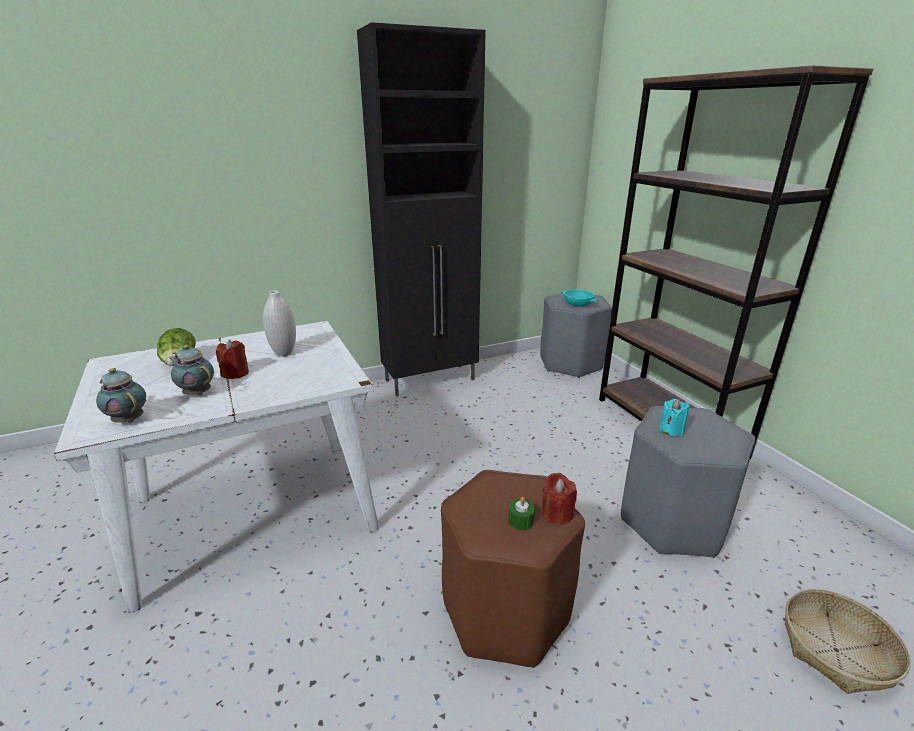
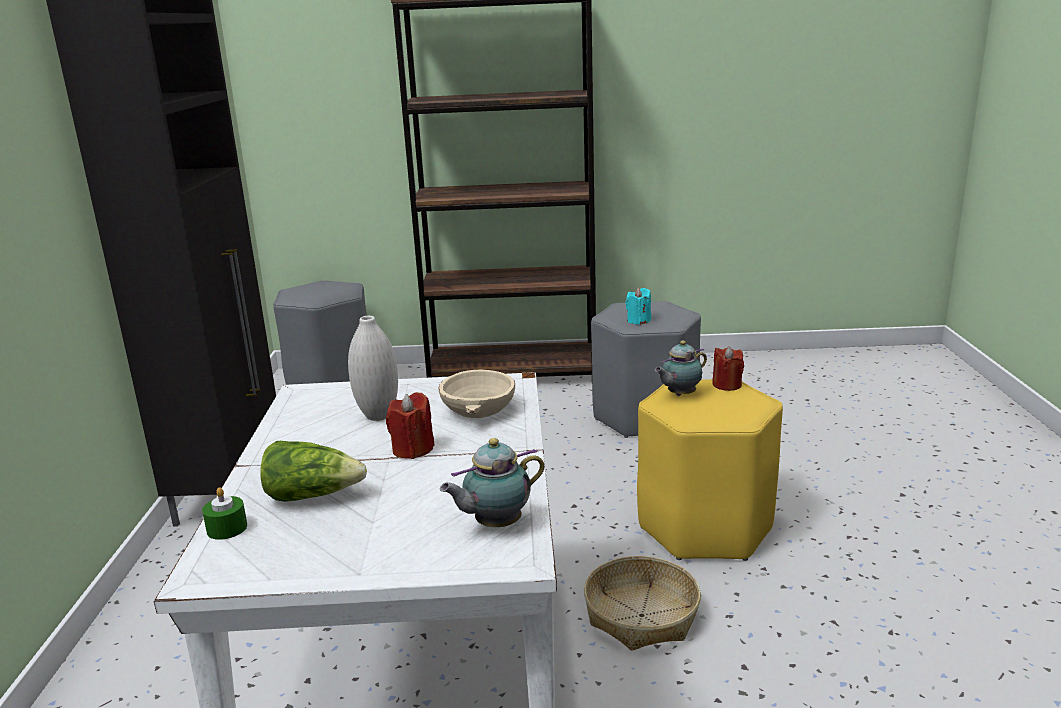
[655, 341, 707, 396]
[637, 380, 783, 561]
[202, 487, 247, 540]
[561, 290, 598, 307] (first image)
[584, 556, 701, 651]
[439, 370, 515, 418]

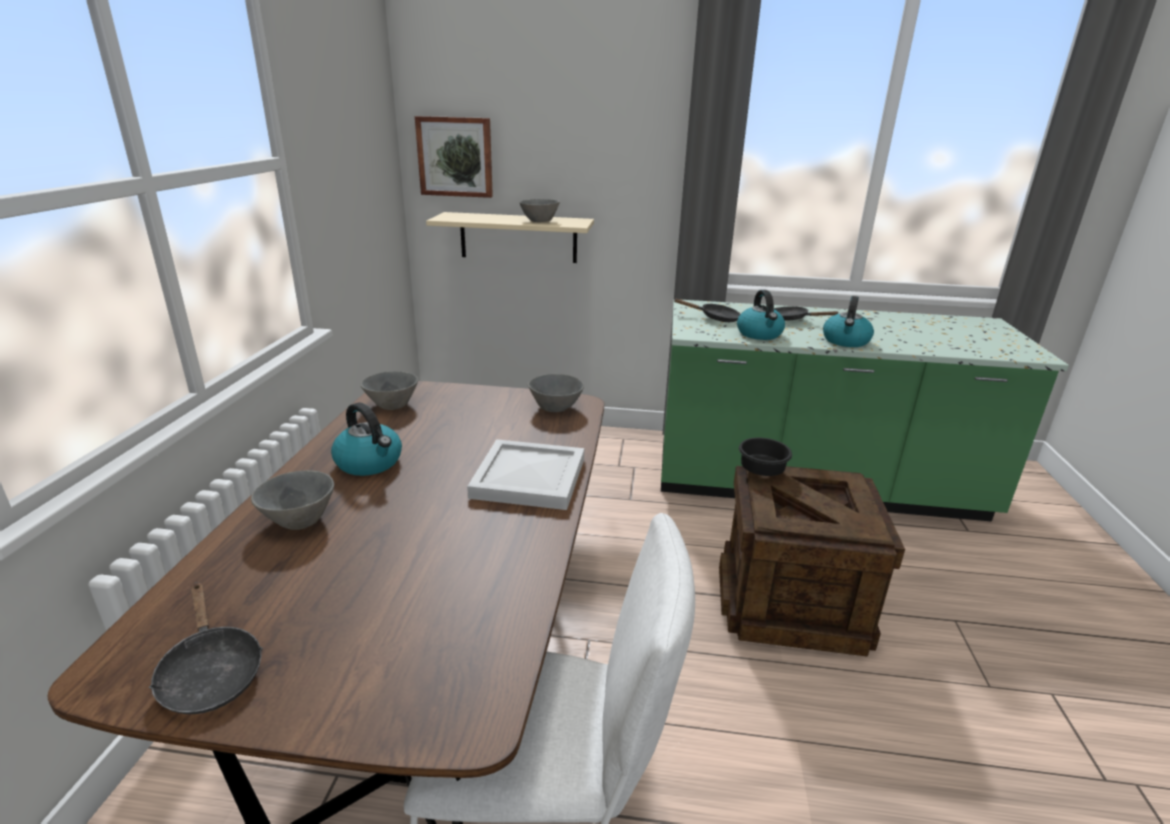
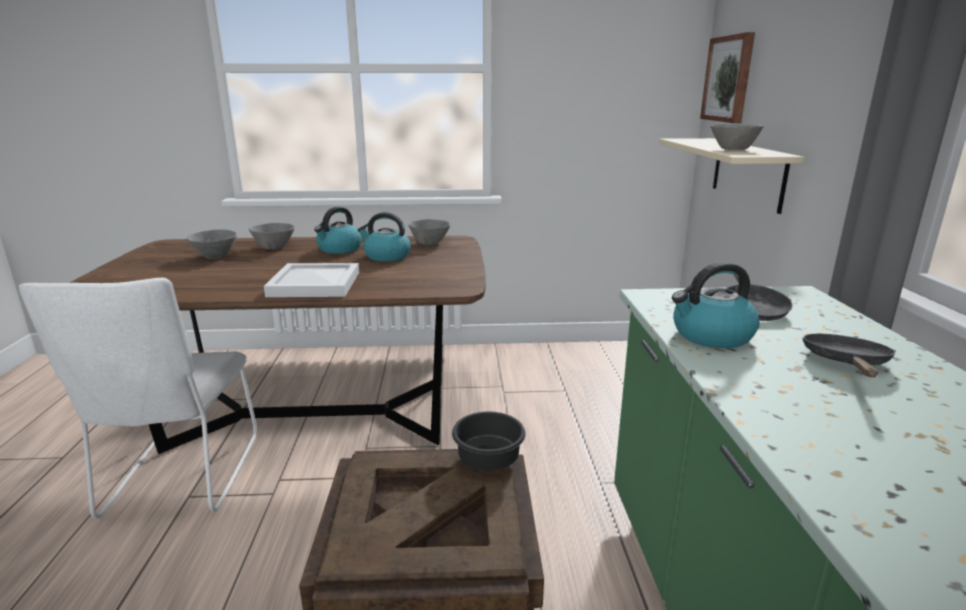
[149, 582, 263, 714] (first image)
[187, 230, 237, 259]
[358, 212, 411, 262]

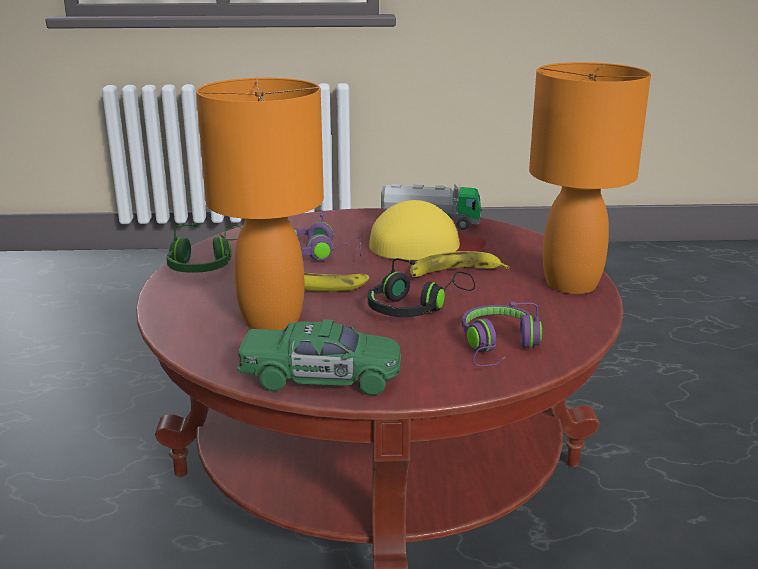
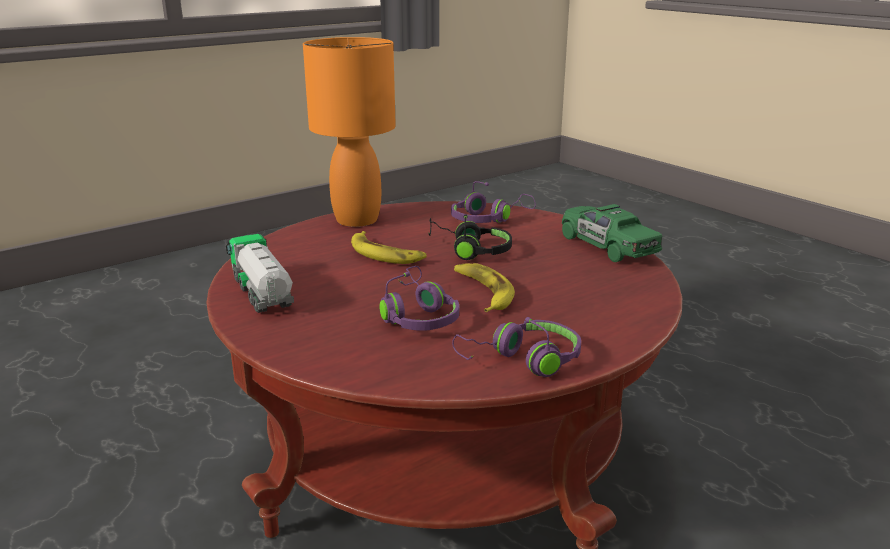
[452, 317, 581, 377]
[196, 78, 324, 330] (first image)
[369, 200, 486, 260] (first image)

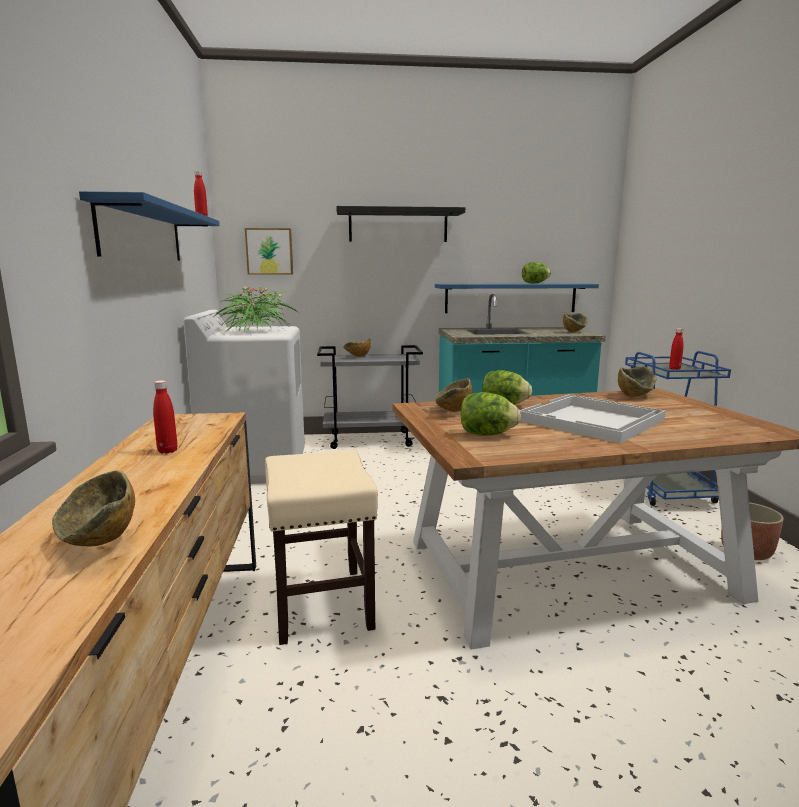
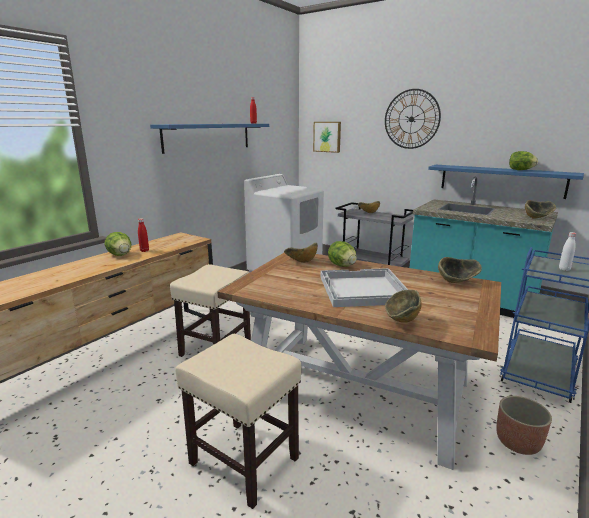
[385, 289, 422, 323]
[215, 286, 299, 333] (first image)
[385, 89, 441, 149]
[105, 232, 131, 256]
[559, 232, 576, 271]
[175, 334, 301, 509]

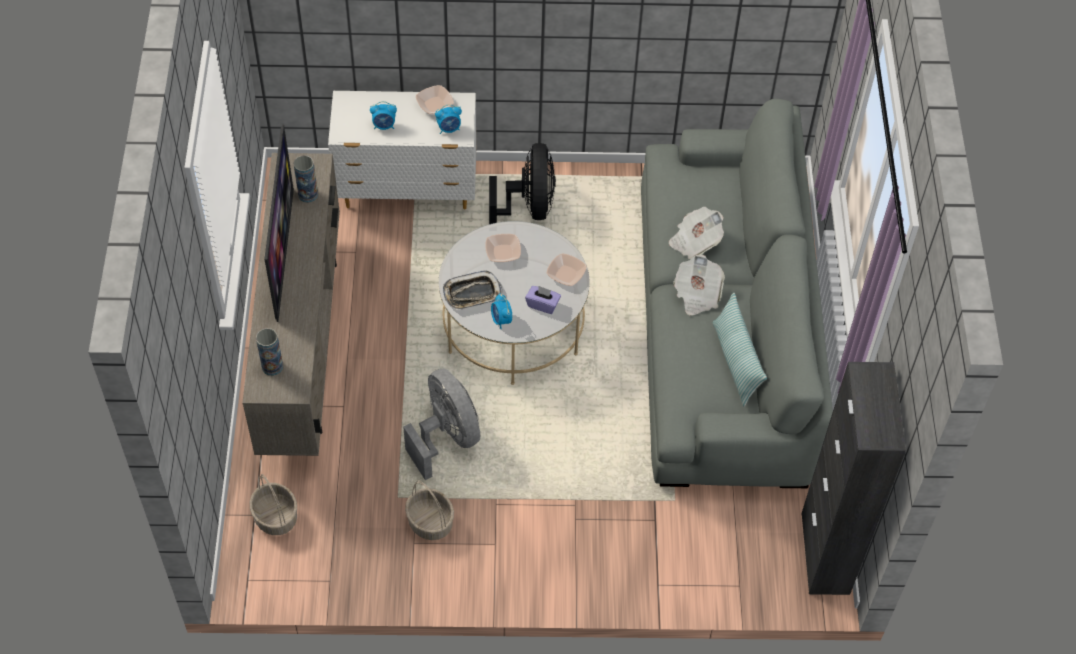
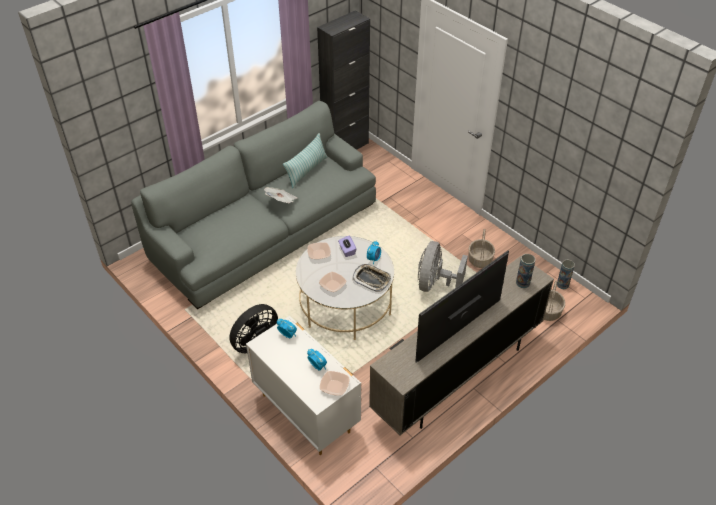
[557, 260, 575, 289]
[320, 371, 350, 396]
[669, 207, 724, 259] (first image)

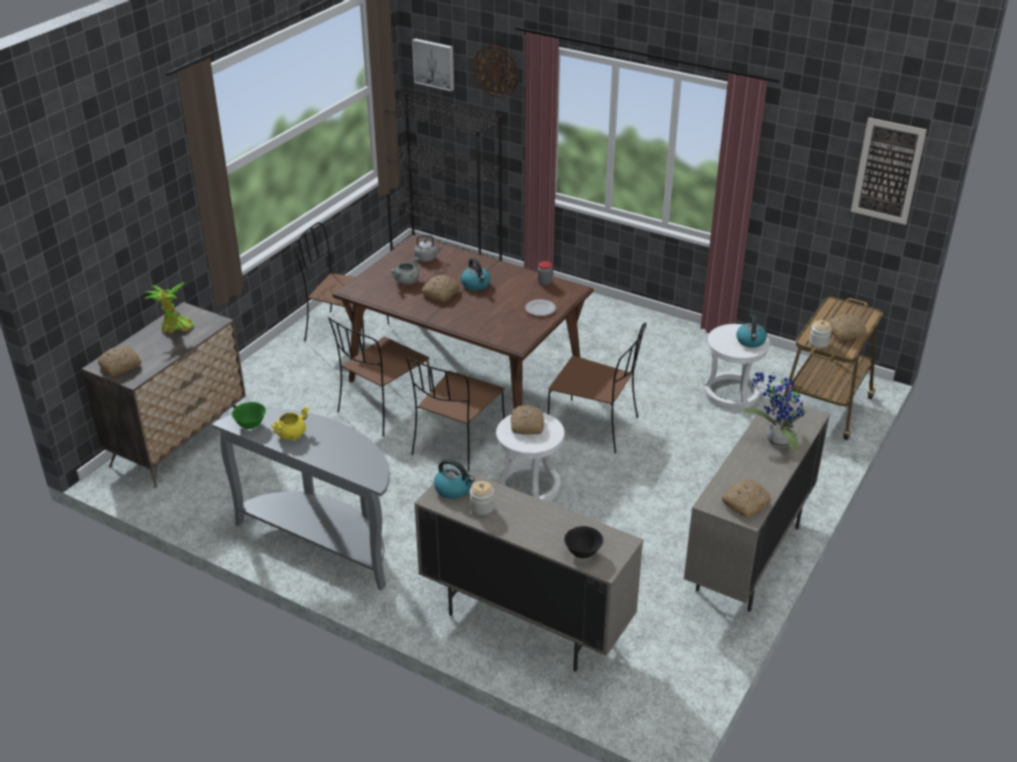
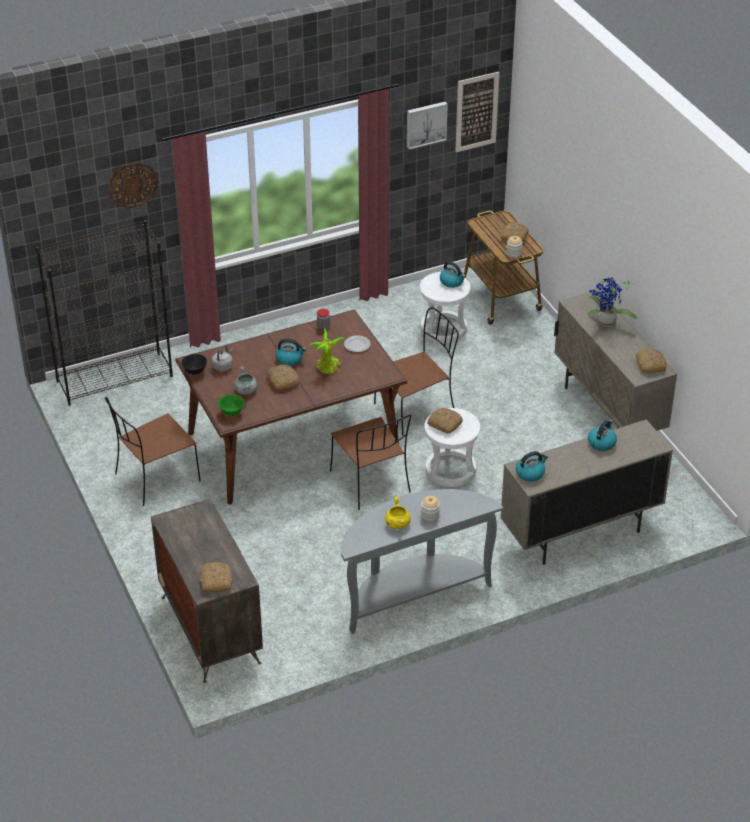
[308, 328, 345, 374]
[218, 394, 244, 416]
[328, 317, 432, 436] (first image)
[407, 102, 448, 149]
[421, 496, 440, 522]
[181, 354, 207, 375]
[588, 420, 617, 451]

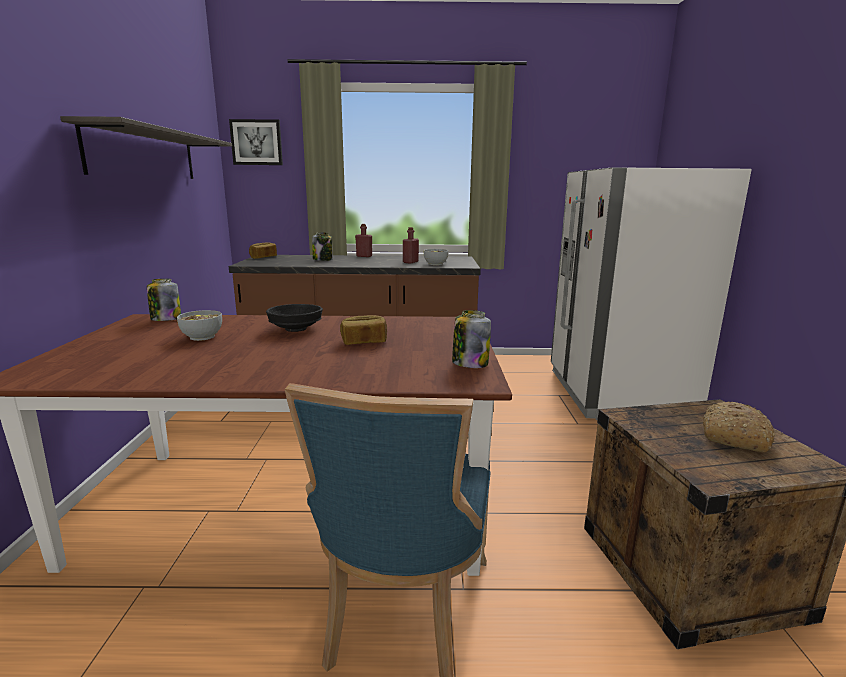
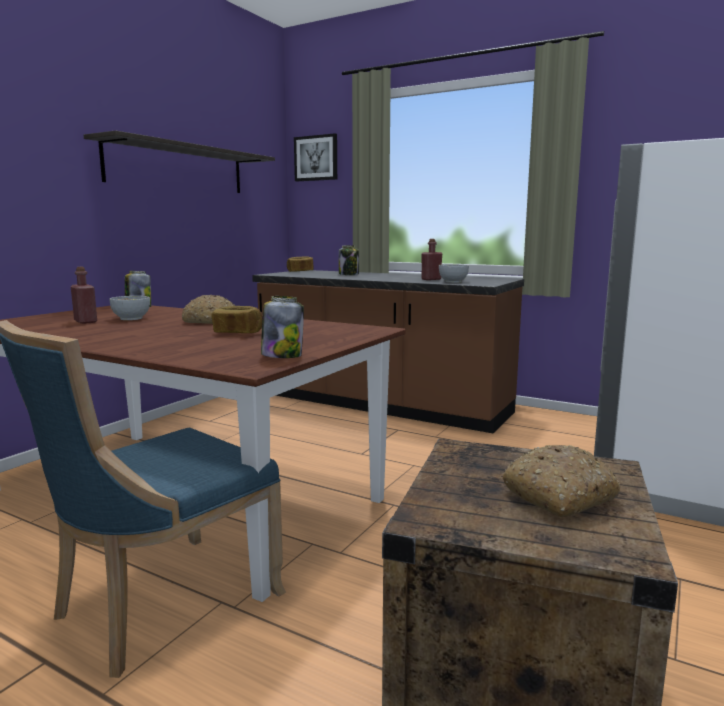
[182, 295, 235, 324]
[71, 267, 97, 324]

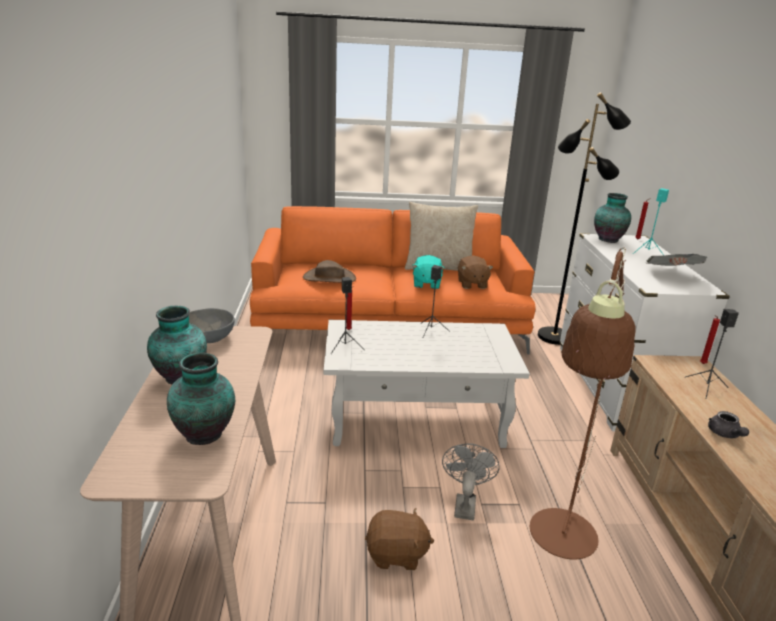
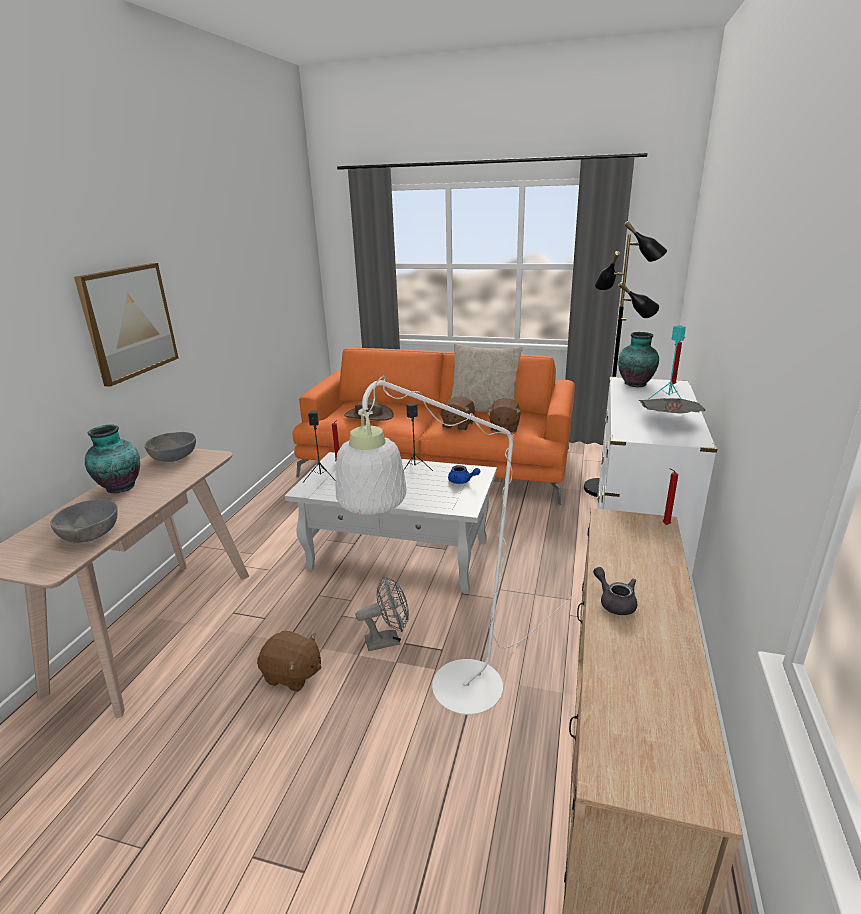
[51, 500, 118, 543]
[440, 396, 475, 431]
[355, 576, 409, 651]
[336, 376, 575, 715]
[685, 309, 739, 399] (first image)
[593, 567, 637, 615]
[74, 263, 178, 387]
[448, 465, 480, 484]

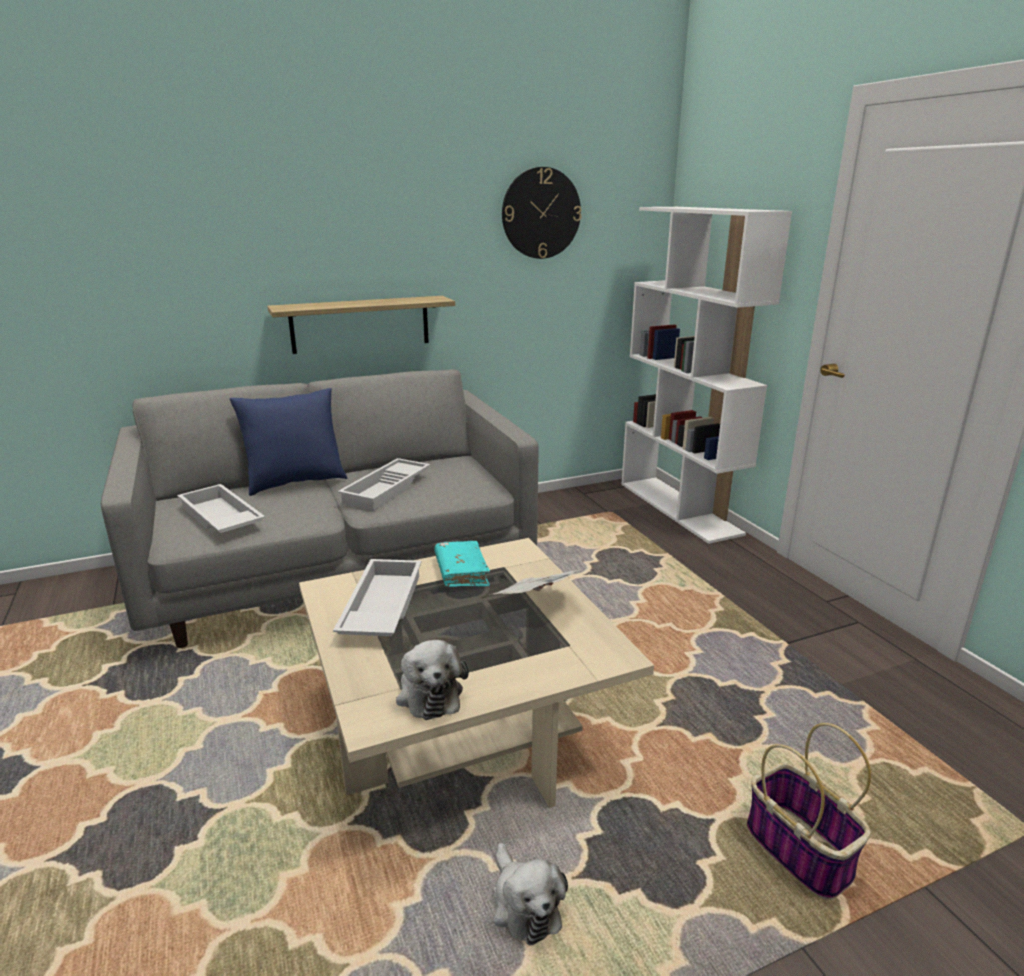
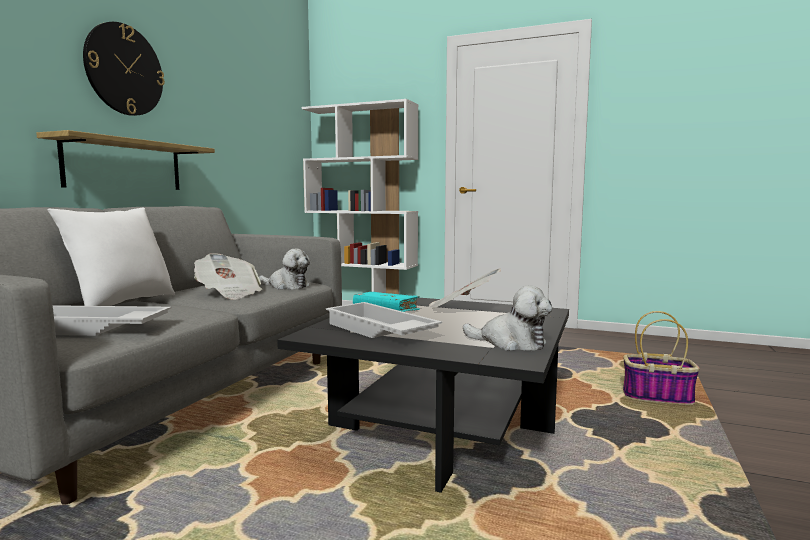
[47, 208, 175, 306]
[277, 298, 569, 493]
[194, 253, 262, 300]
[259, 249, 310, 290]
[83, 22, 165, 116]

